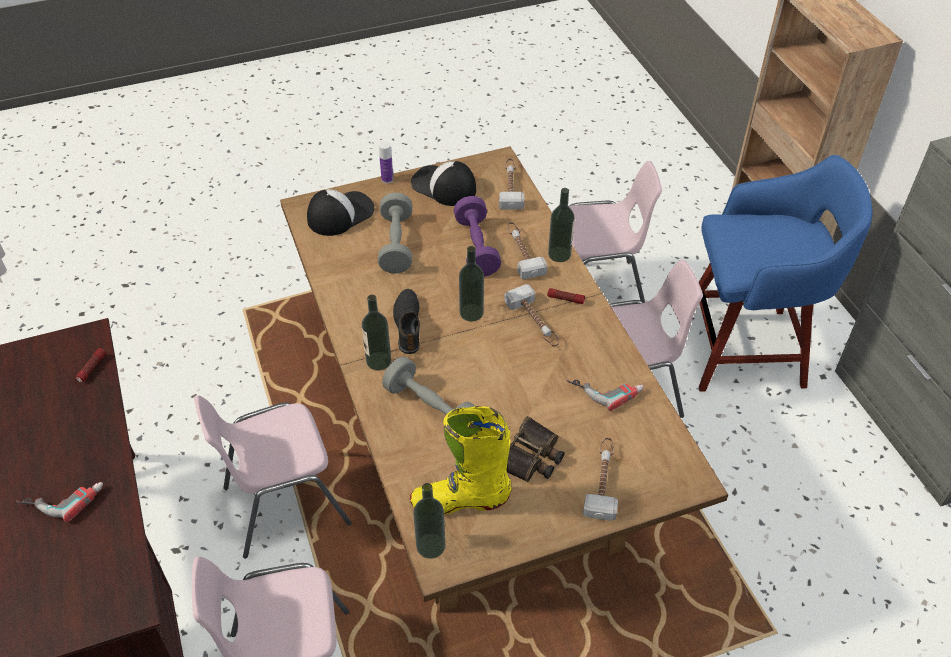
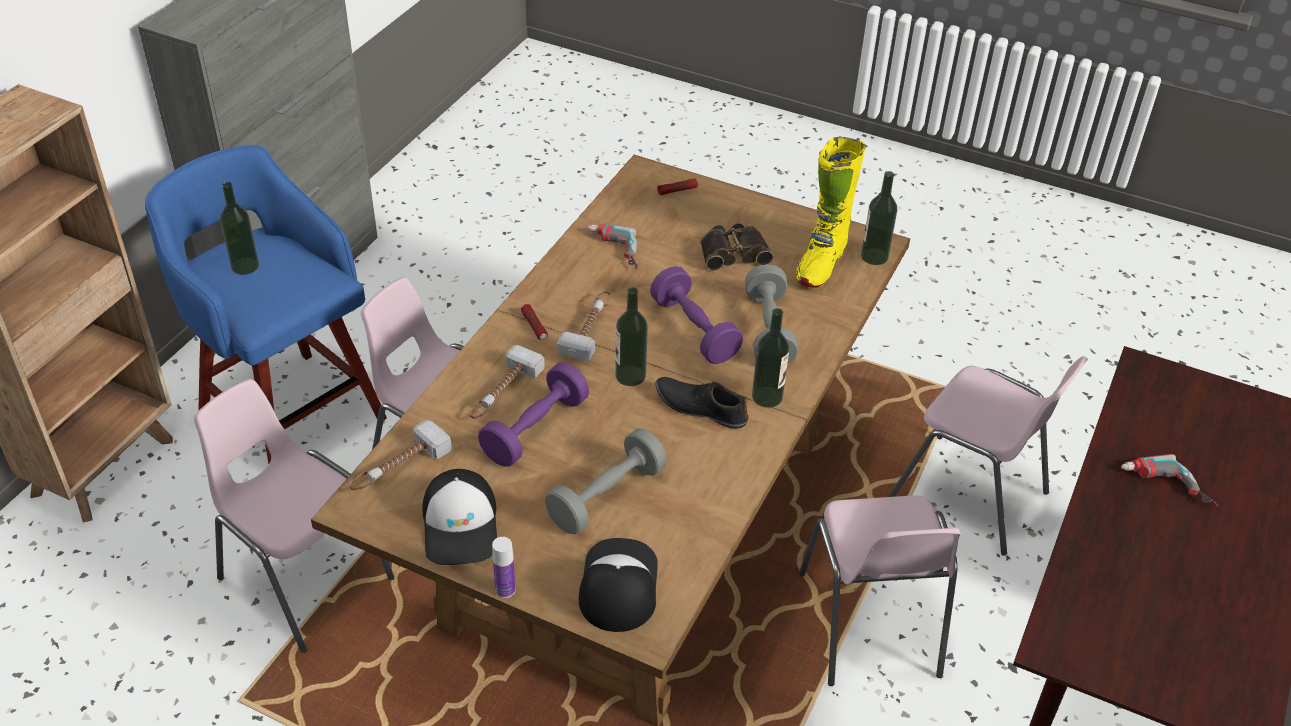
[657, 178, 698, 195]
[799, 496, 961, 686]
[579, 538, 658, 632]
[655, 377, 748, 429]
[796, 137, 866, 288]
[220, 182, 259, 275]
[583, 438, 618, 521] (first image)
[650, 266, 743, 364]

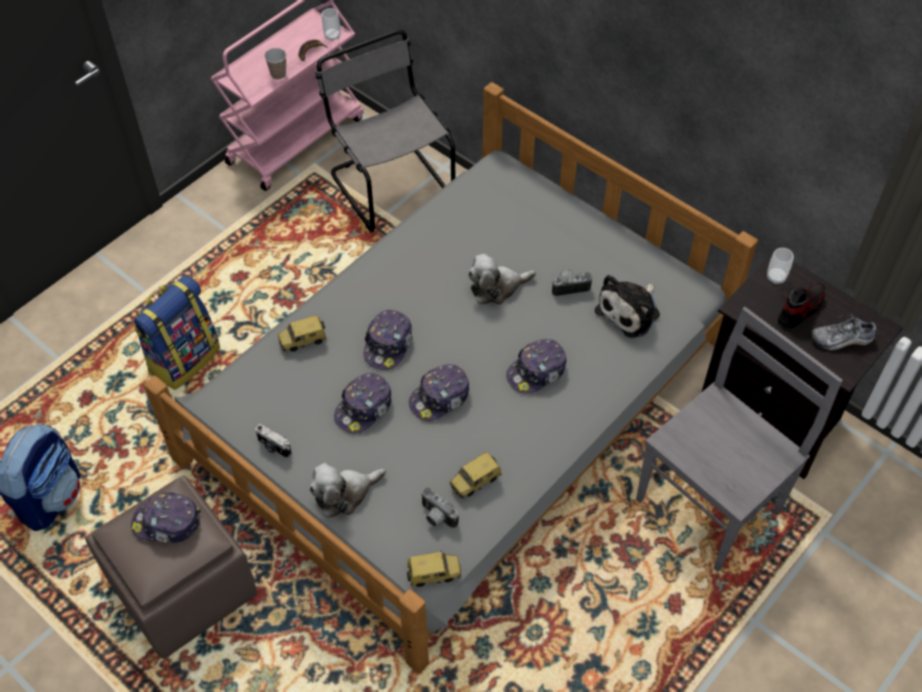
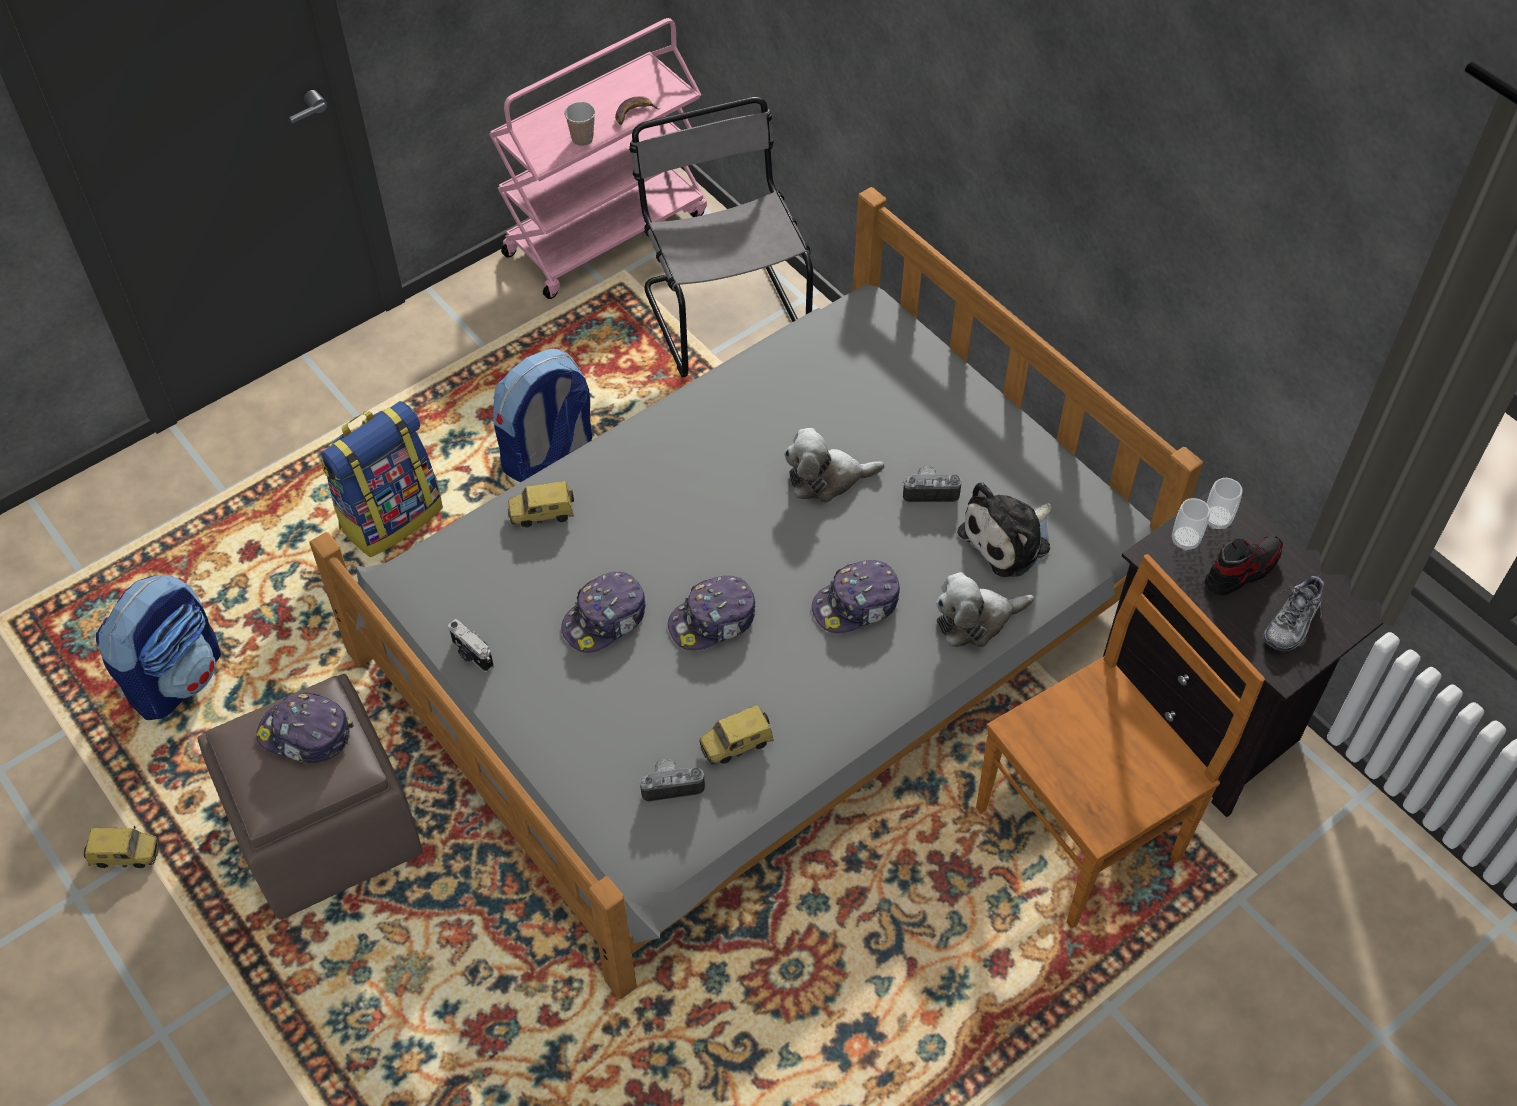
[936, 572, 1034, 647]
[1172, 498, 1210, 551]
[363, 310, 413, 370] (first image)
[84, 826, 159, 868]
[639, 759, 705, 802]
[976, 554, 1265, 928]
[1263, 574, 1324, 651]
[493, 349, 592, 482]

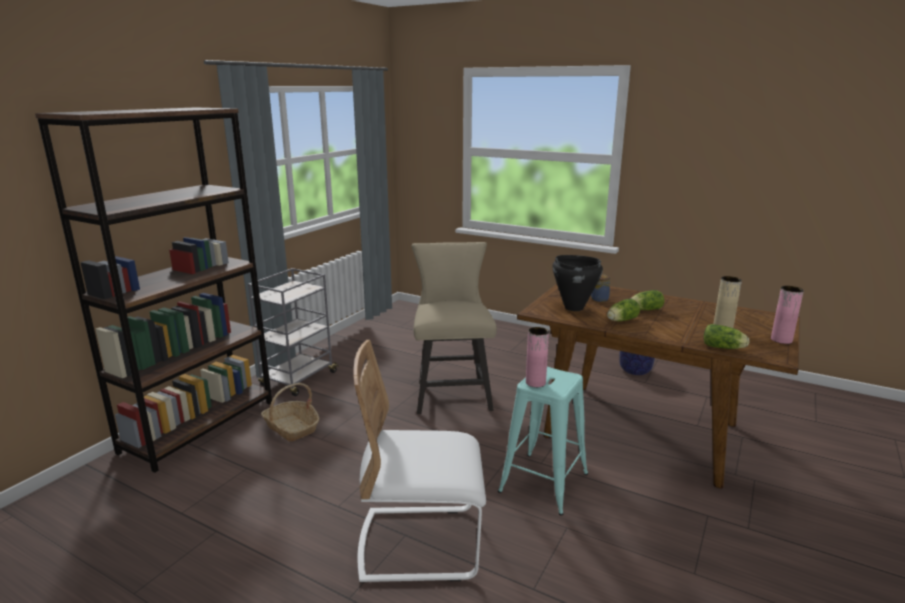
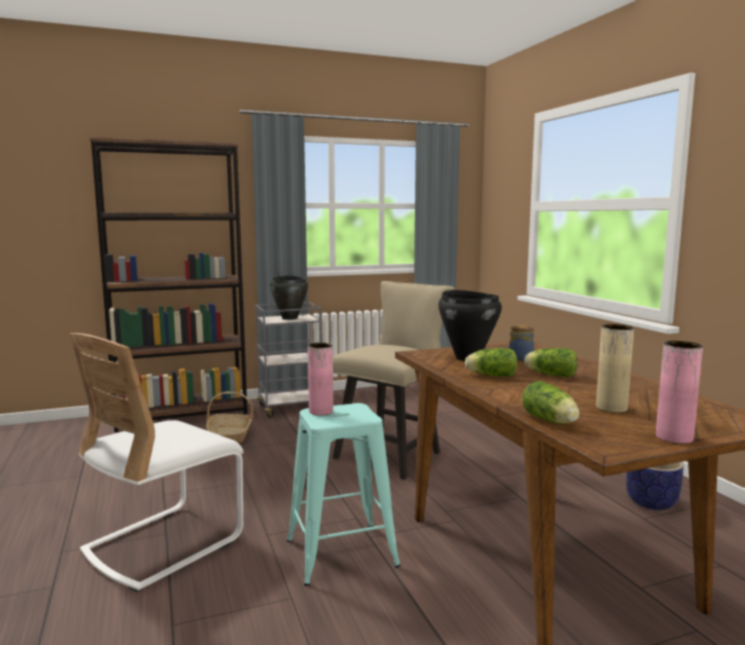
[70, 333, 243, 592]
[270, 275, 308, 320]

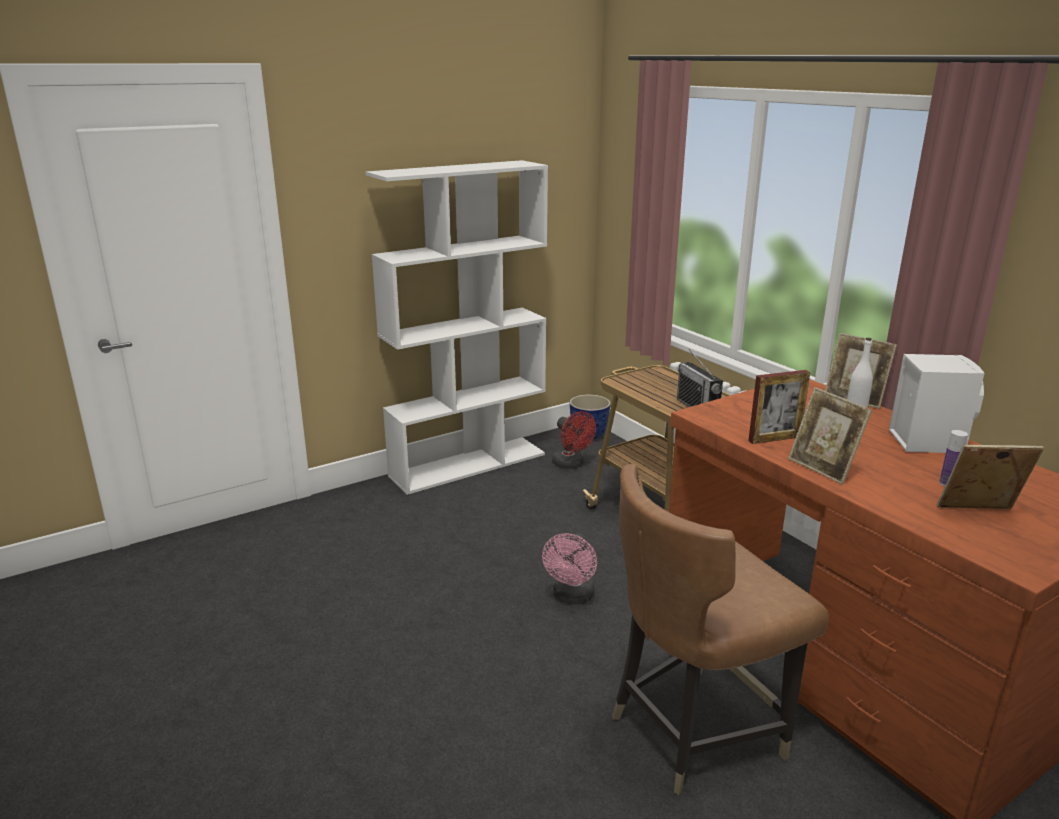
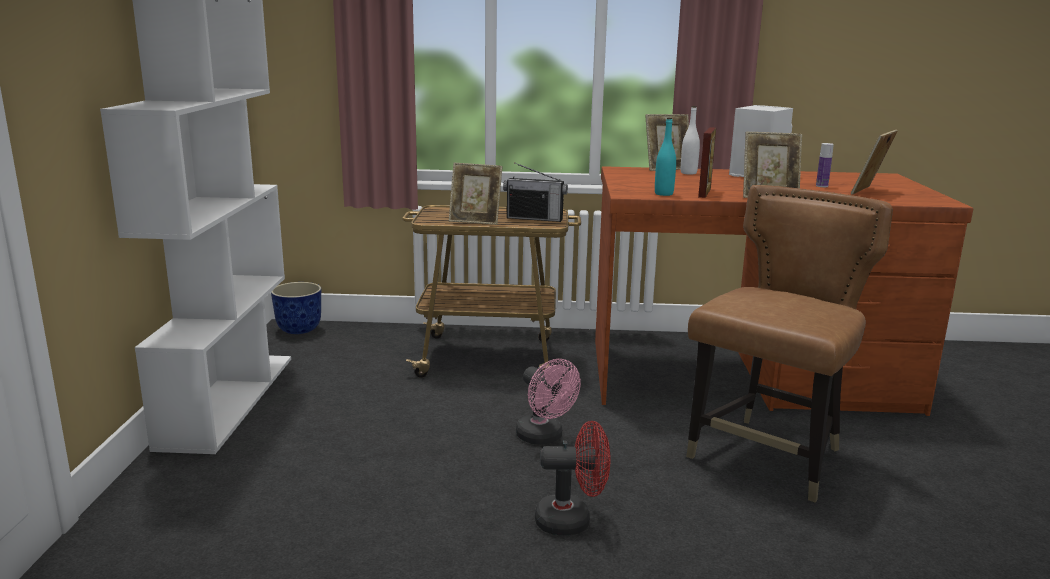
[535, 421, 611, 536]
[686, 185, 893, 502]
[449, 163, 503, 225]
[655, 118, 676, 196]

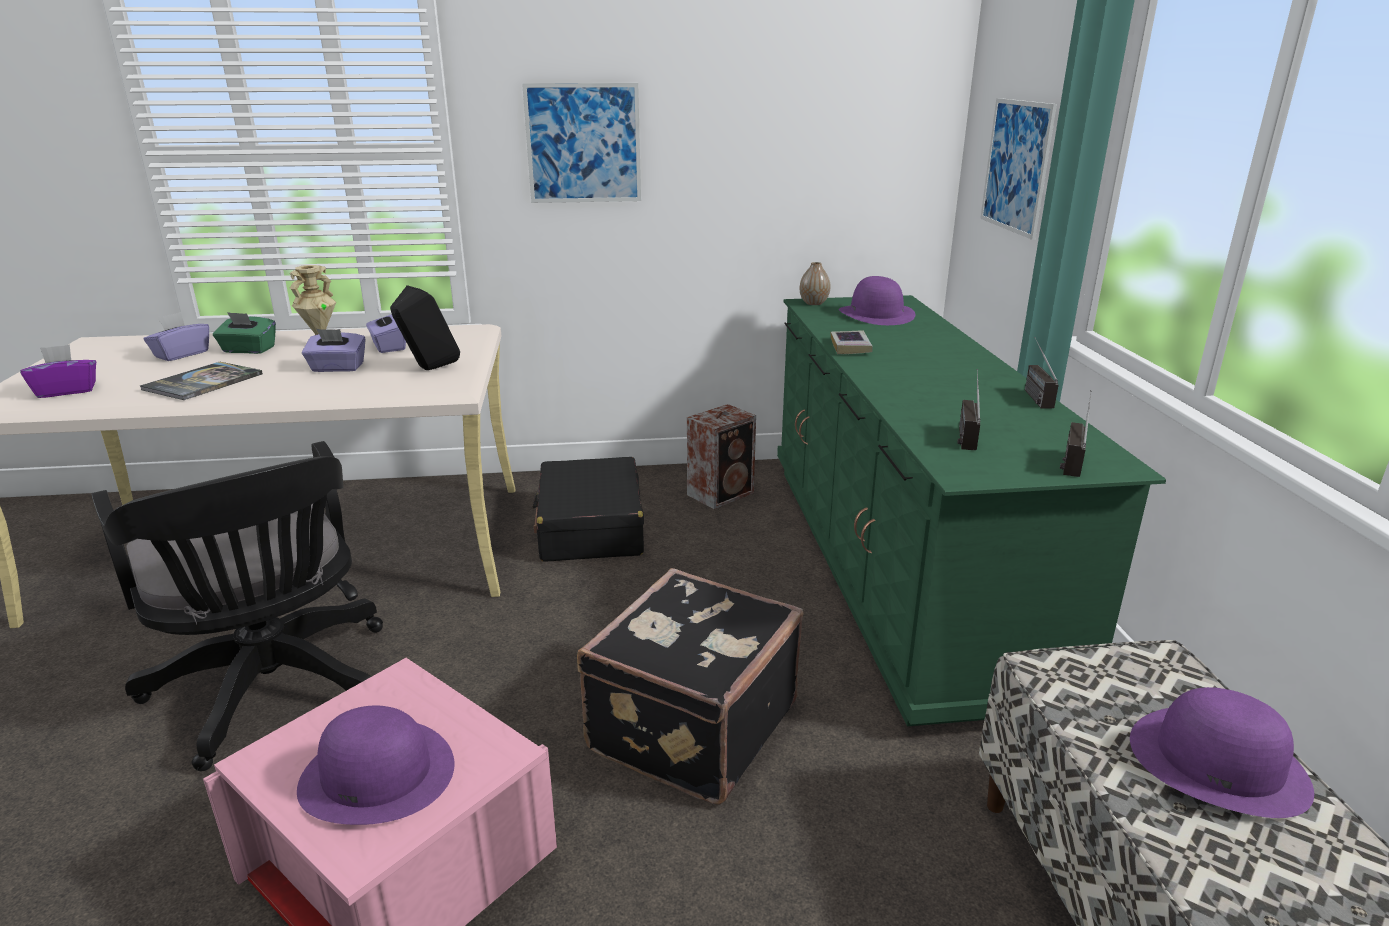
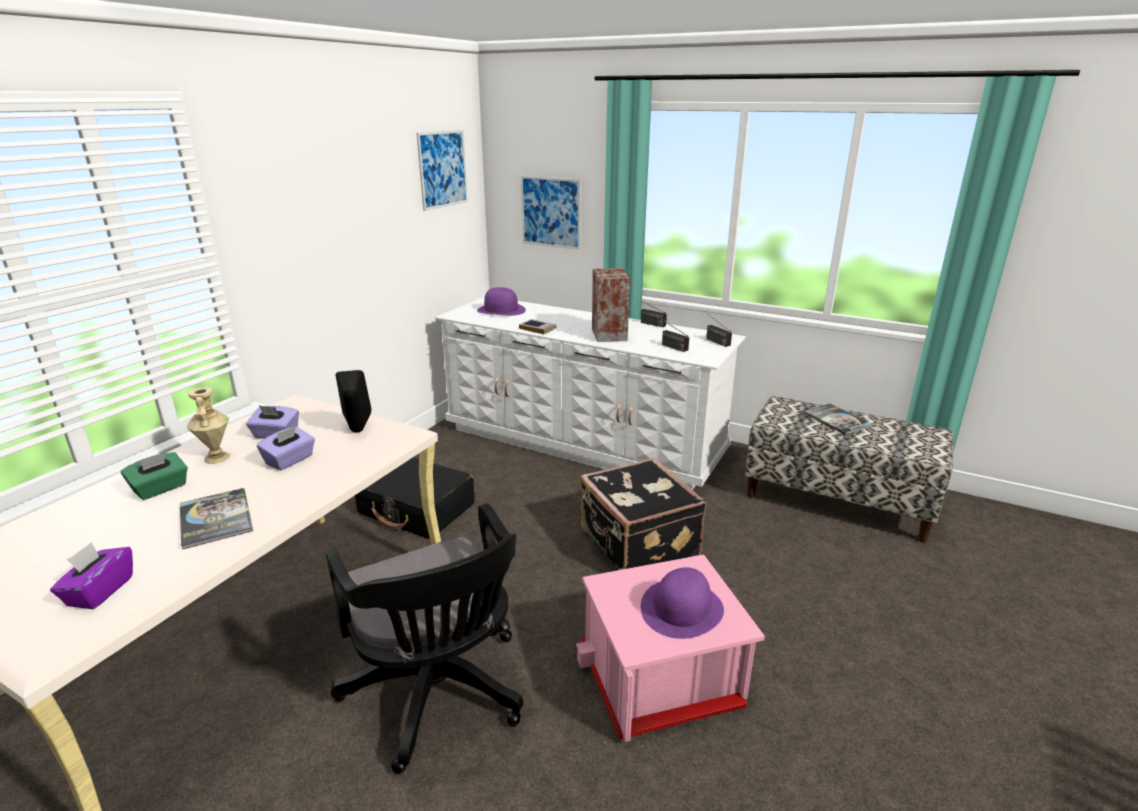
[326, 503, 523, 774]
[143, 312, 209, 361] (first image)
[416, 130, 468, 211]
[592, 268, 631, 342]
[435, 297, 746, 490]
[800, 262, 830, 305] (first image)
[803, 404, 873, 435]

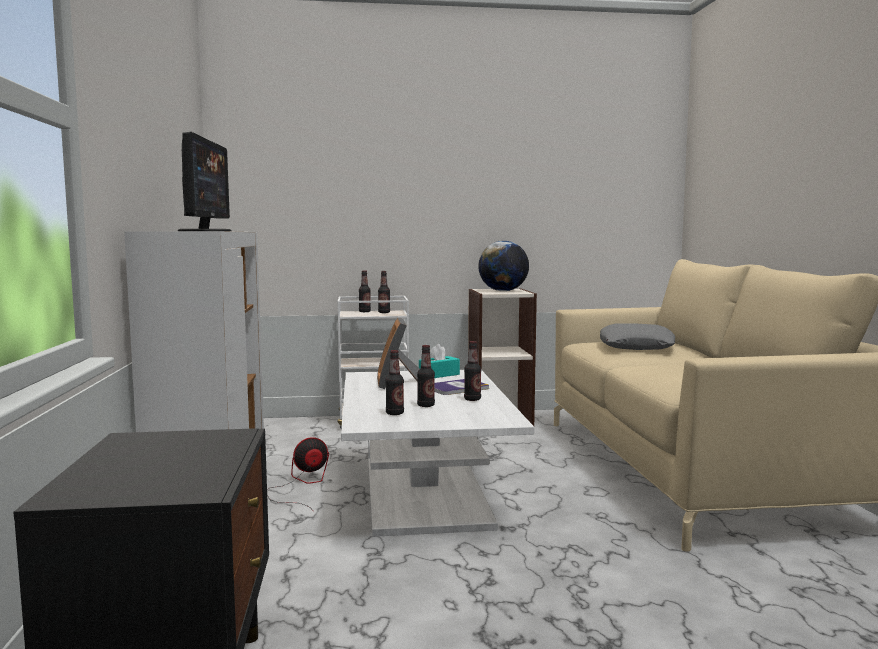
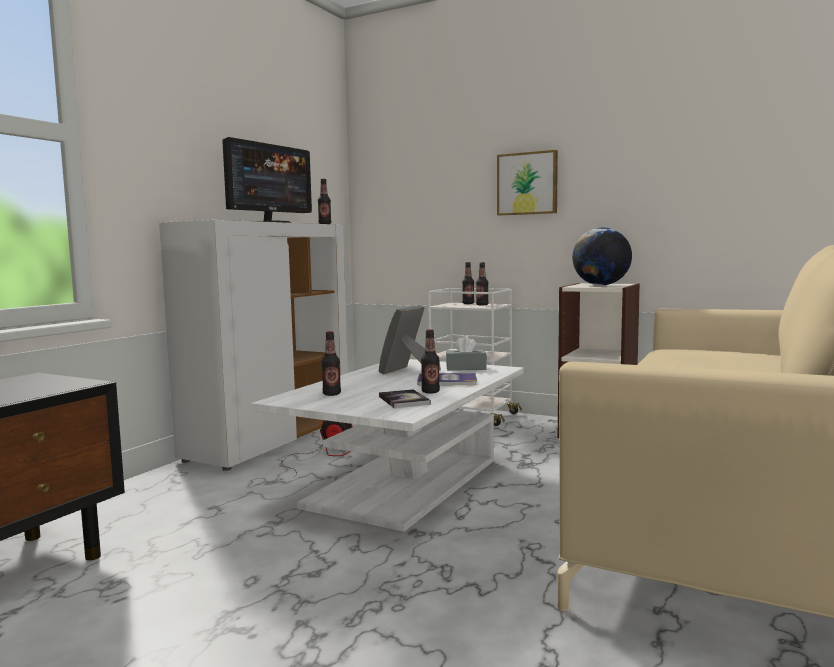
[318, 179, 331, 224]
[446, 335, 487, 371]
[600, 323, 675, 350] (first image)
[379, 389, 431, 408]
[497, 150, 558, 216]

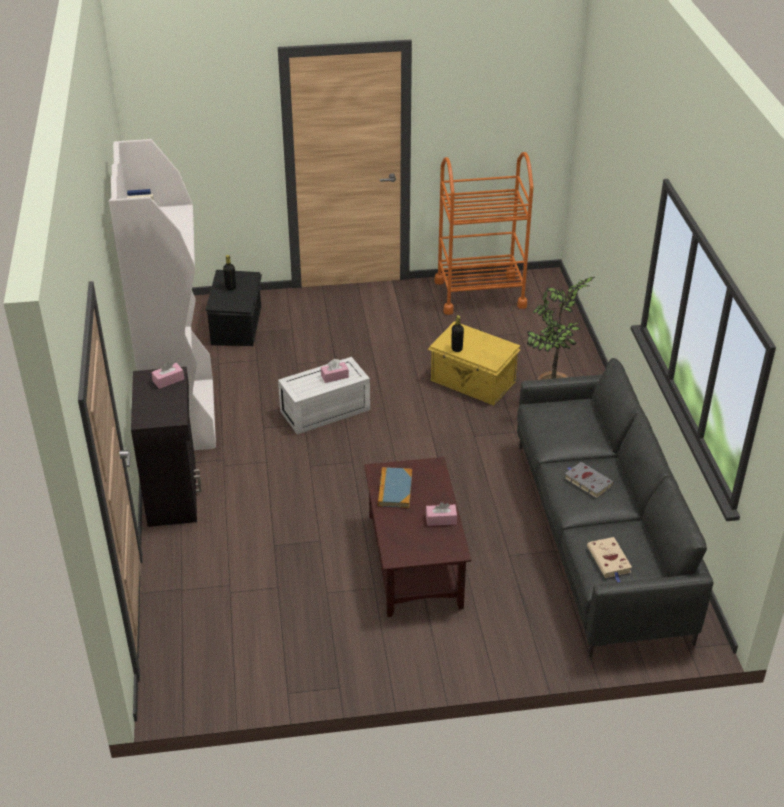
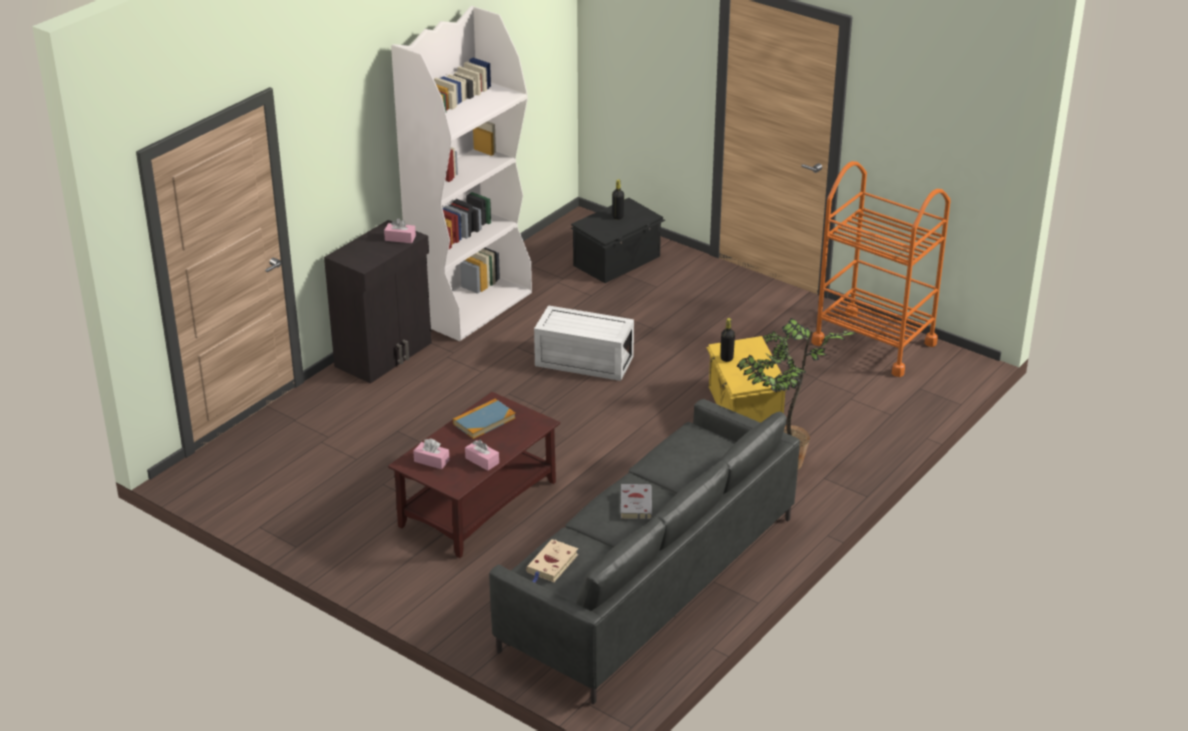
[413, 438, 450, 469]

